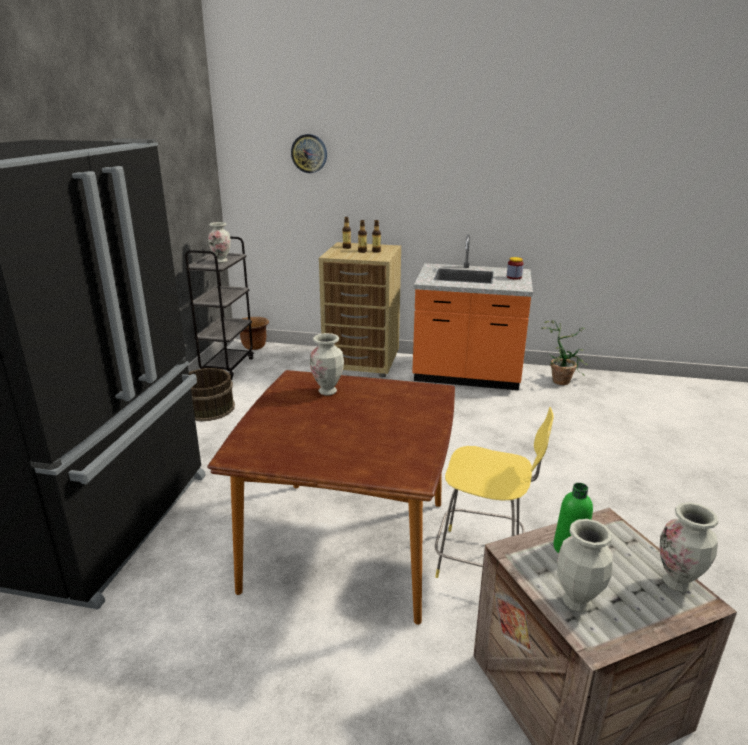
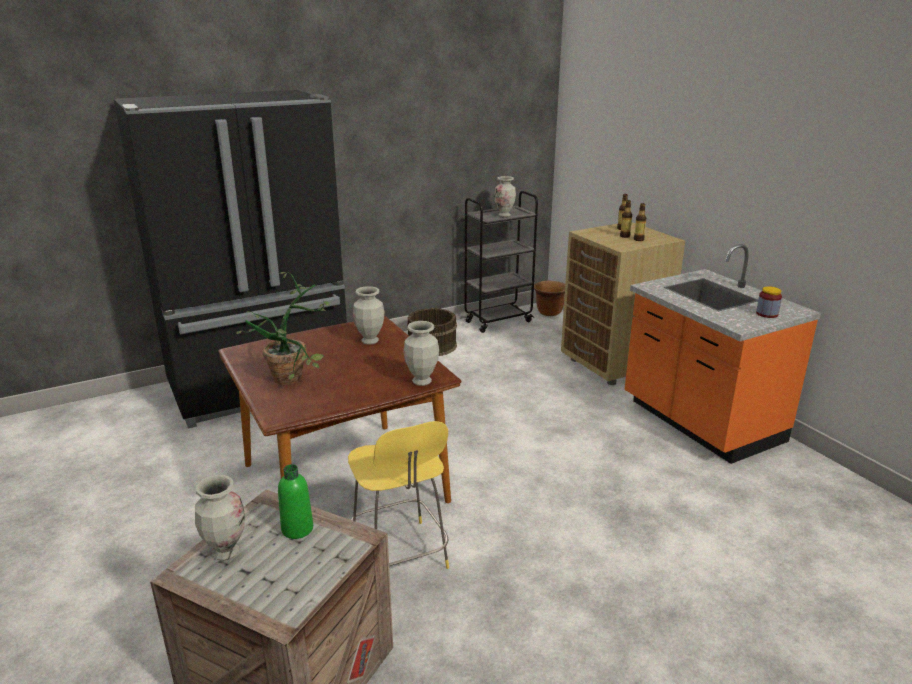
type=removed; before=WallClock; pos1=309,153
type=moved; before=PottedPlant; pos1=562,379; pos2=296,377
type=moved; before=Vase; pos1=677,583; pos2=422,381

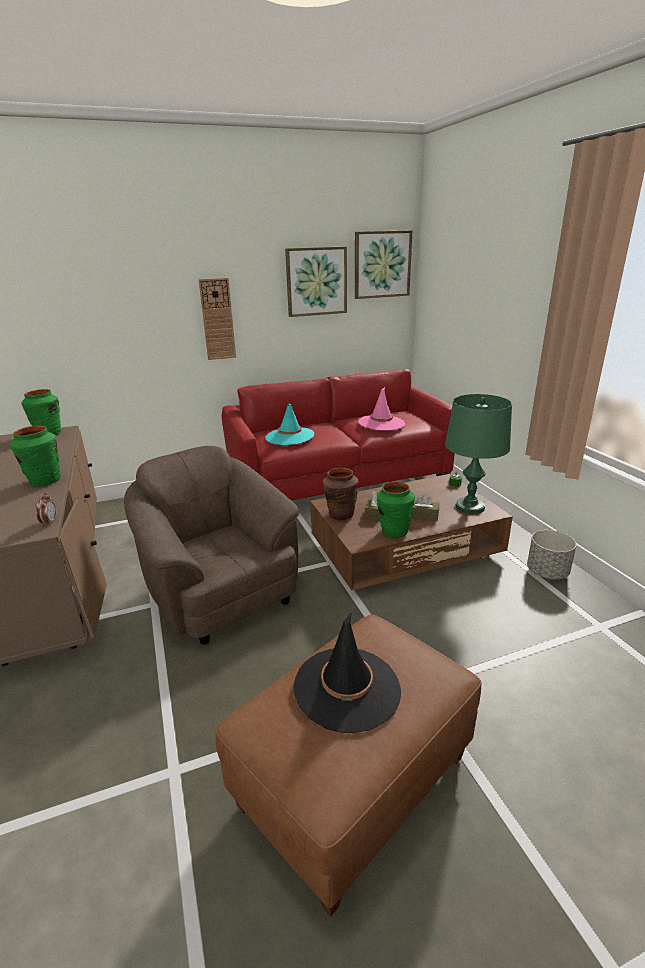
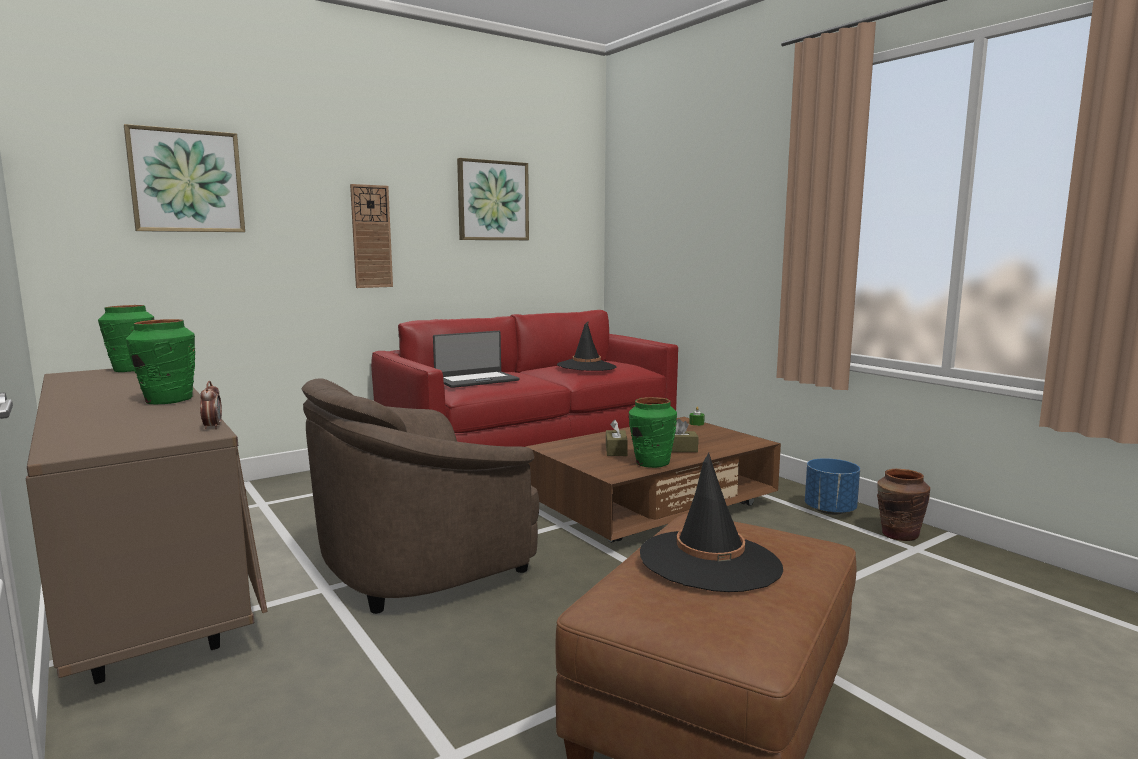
type=removed; before=GreenTableLamp; pos1=470,507
type=moved; before=BrownVase; pos1=341,515; pos2=899,535
type=moved; before=Picture; pos1=382,264; pos2=186,181
type=replaced; before=TurquoiseHat; after=Laptop; pos1=290,436; pos2=476,380
type=recoloured; before=PinkHat; after=BlackHat; pos1=381,423; pos2=586,366
type=recoloured; before=GreyPlanter; after=BluePlanter; pos1=547,572; pos2=830,510
type=turned; before=BrownArmchair; pos1=221,593; pos2=424,568; turn=-75

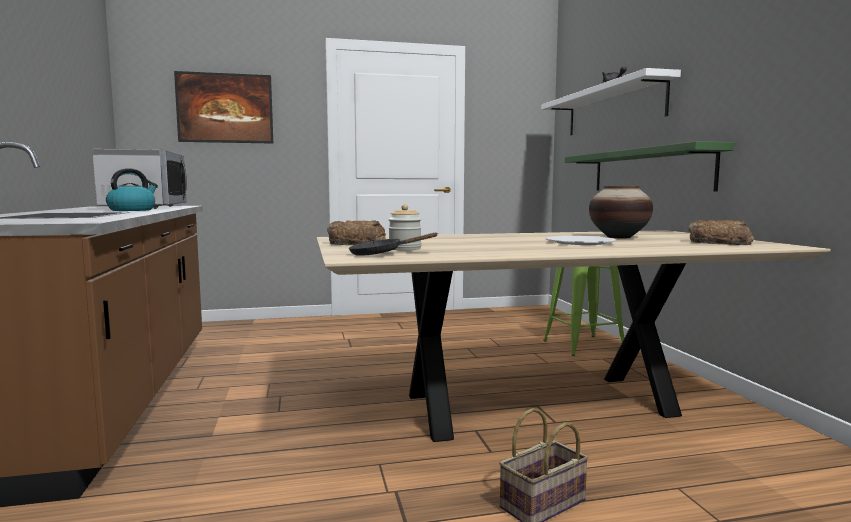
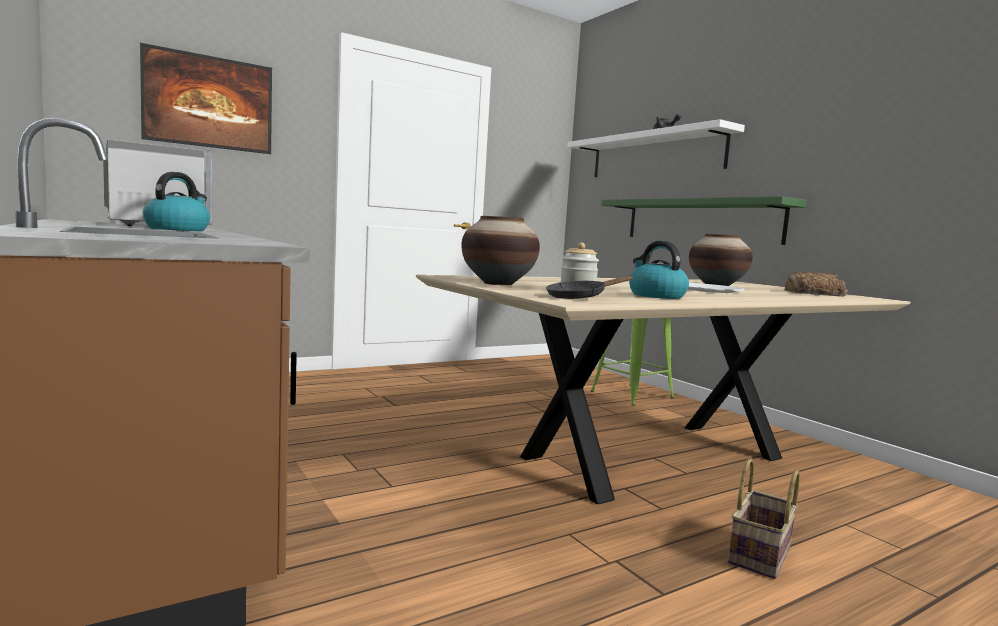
type=added; after=Kettle; pos2=656,296
type=replaced; before=Bread; after=Vase; pos1=357,243; pos2=498,284

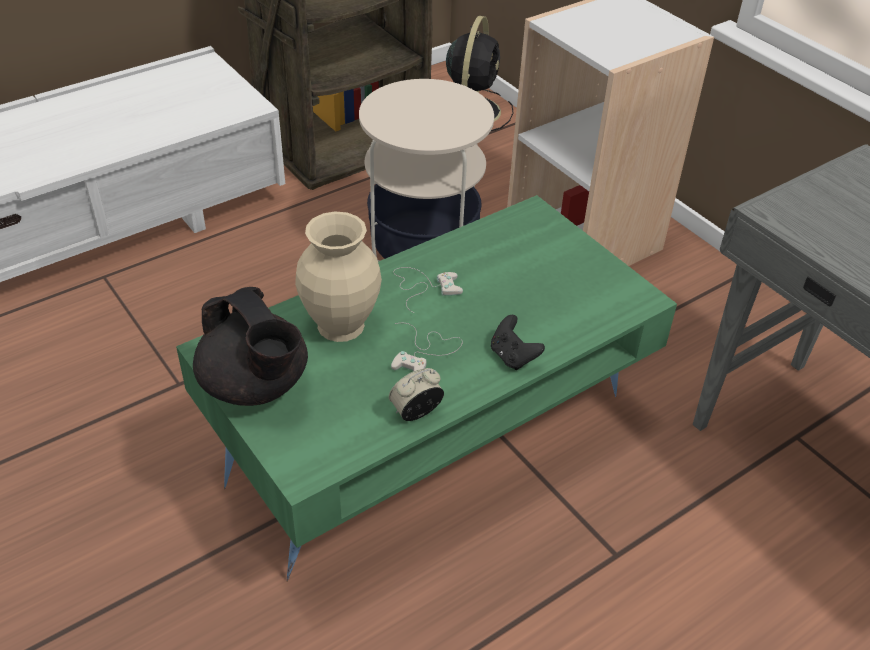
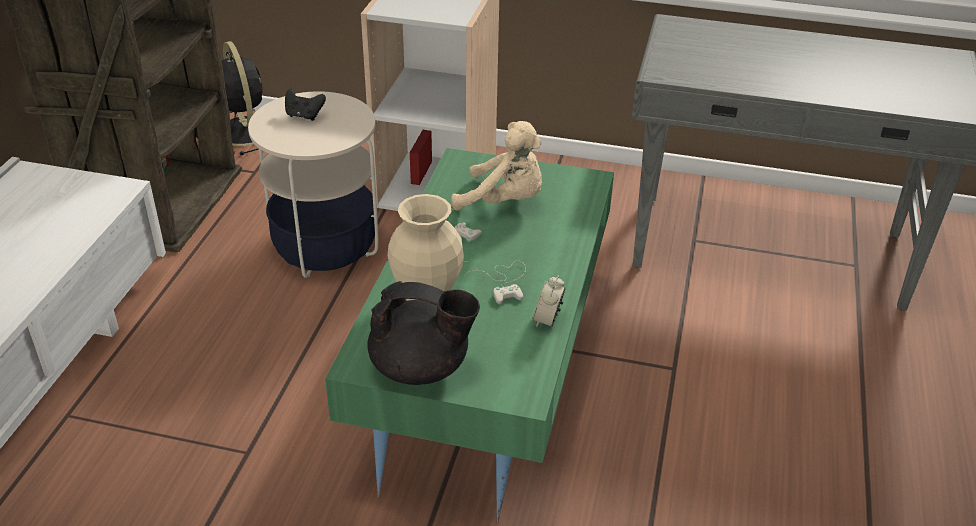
type=added; after=BeigePlushToy; pos2=504,201
type=moved; before=BlackGameController; pos1=513,356; pos2=304,116

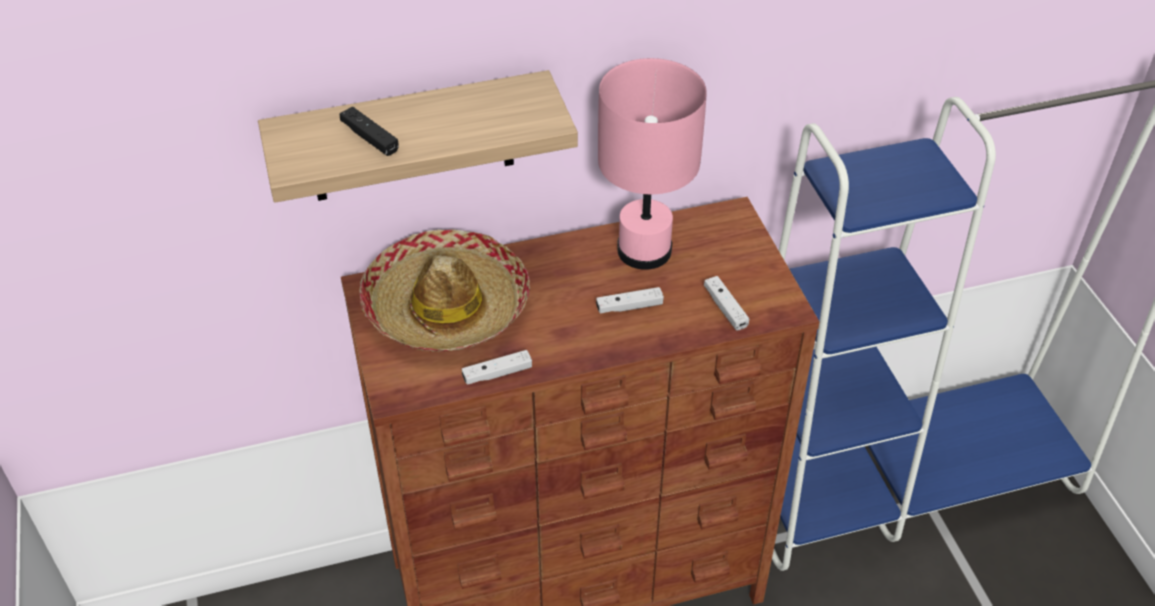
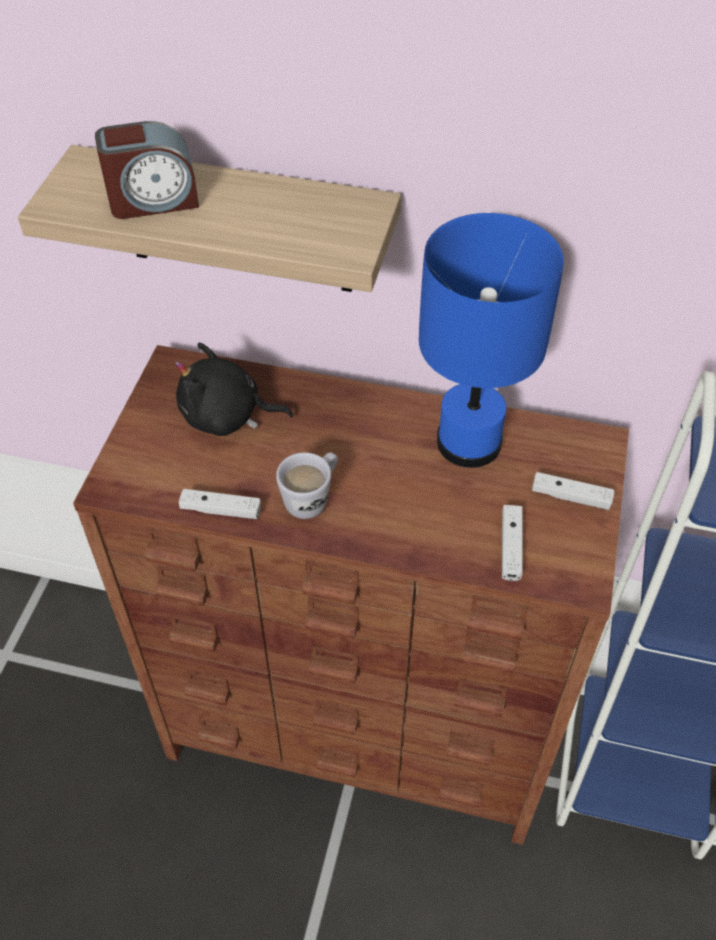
type=added; after=WhiteMug; pos2=312,498
type=moved; before=WhiteGameController; pos1=629,307; pos2=571,497
type=replaced; before=BlackGameController; after=AlarmClock; pos1=370,138; pos2=153,200
type=replaced; before=Hat; after=BlackPlushToy; pos1=446,306; pos2=227,417
type=recoloured; before=PinkTableLamp; after=BlueTableLamp; pos1=643,250; pos2=469,441

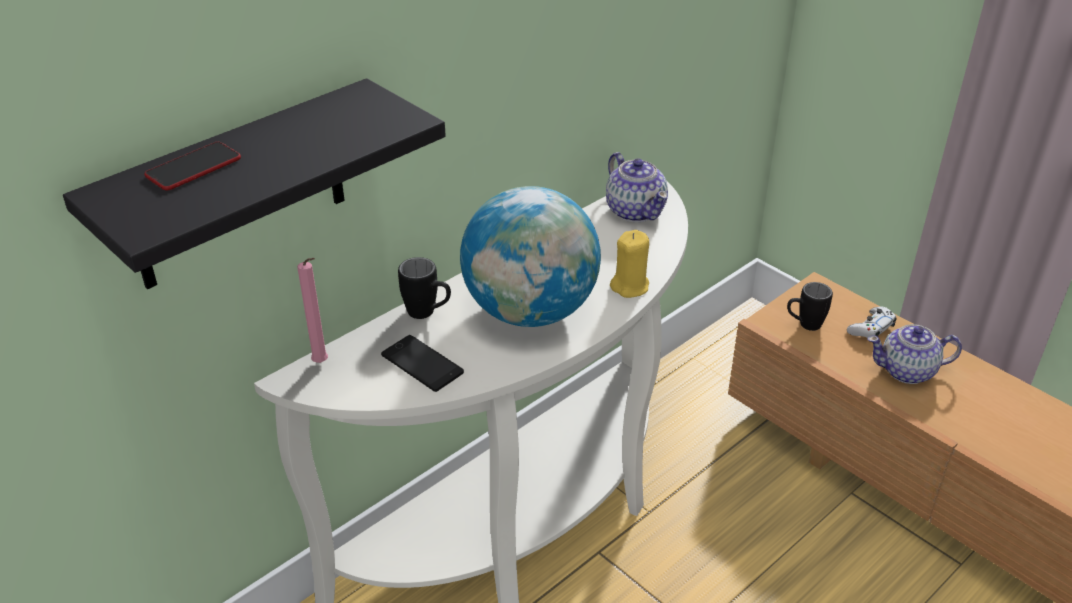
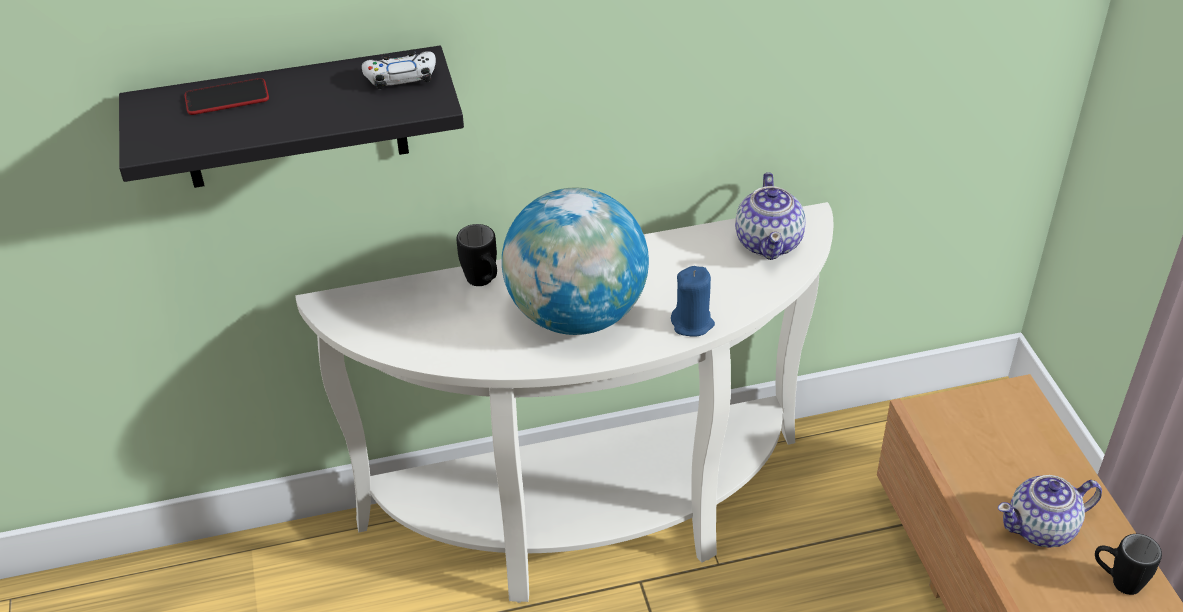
type=removed; before=PinkCandle; pos1=322,363
type=removed; before=Phone; pos1=422,364
type=moved; before=BlackMug; pos1=803,325; pos2=1116,581
type=moved; before=WhiteGameController; pos1=871,328; pos2=401,77
type=recoloured; before=YellowCandle; after=BlueCandle; pos1=630,286; pos2=692,323
type=turned; before=Teapot; pos1=907,371; pos2=1042,528; turn=-45

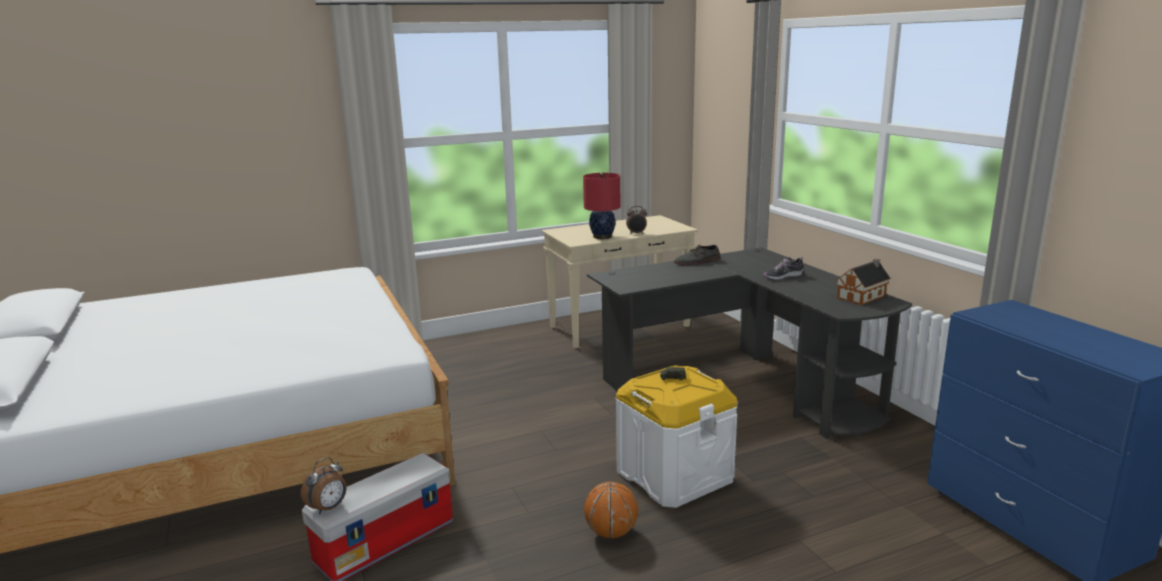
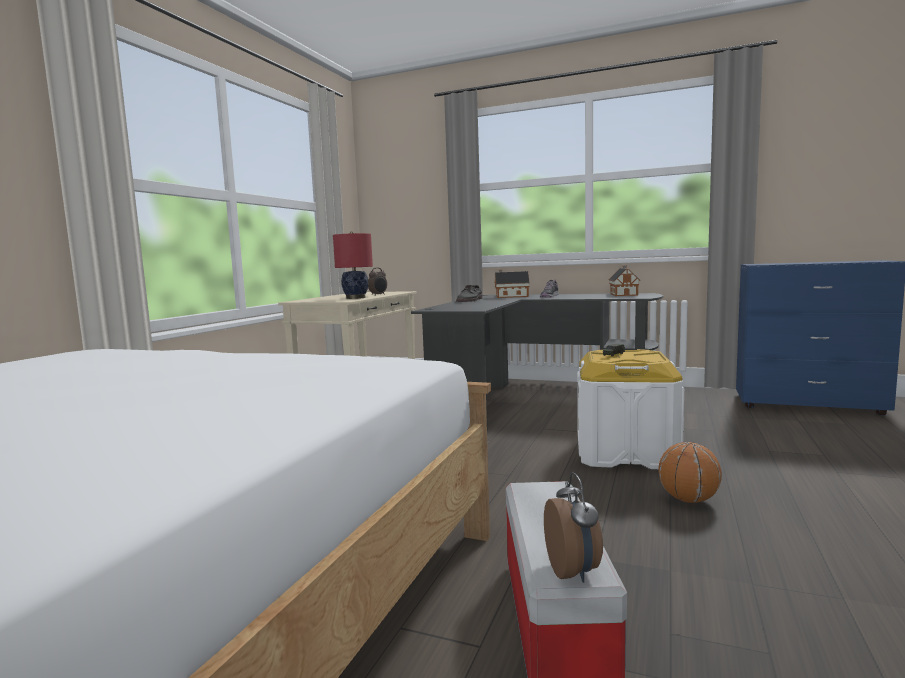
type=added; after=ToyHouse; pos2=510,296

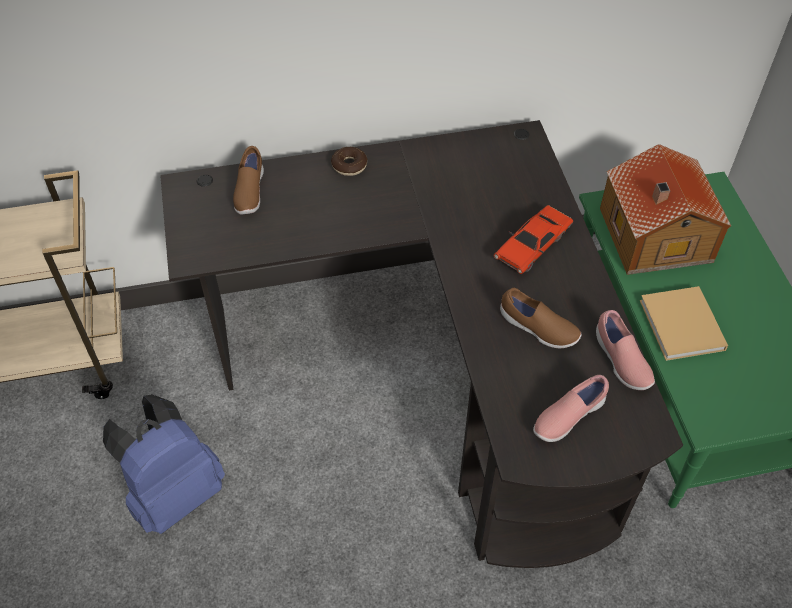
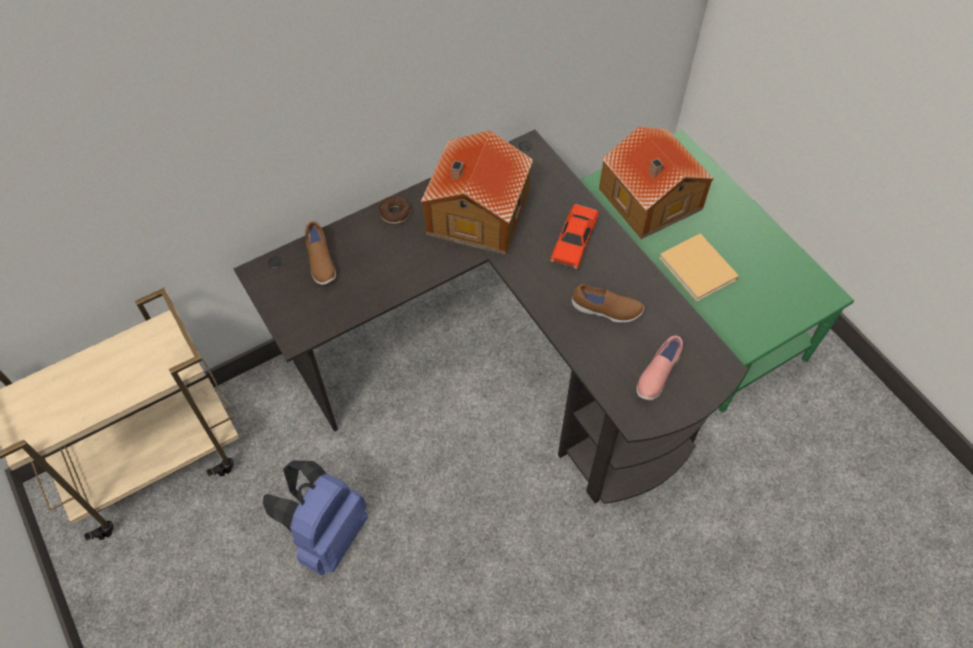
type=removed; before=PinkShoe; pos1=620,361
type=added; after=ToyHouse; pos2=475,214

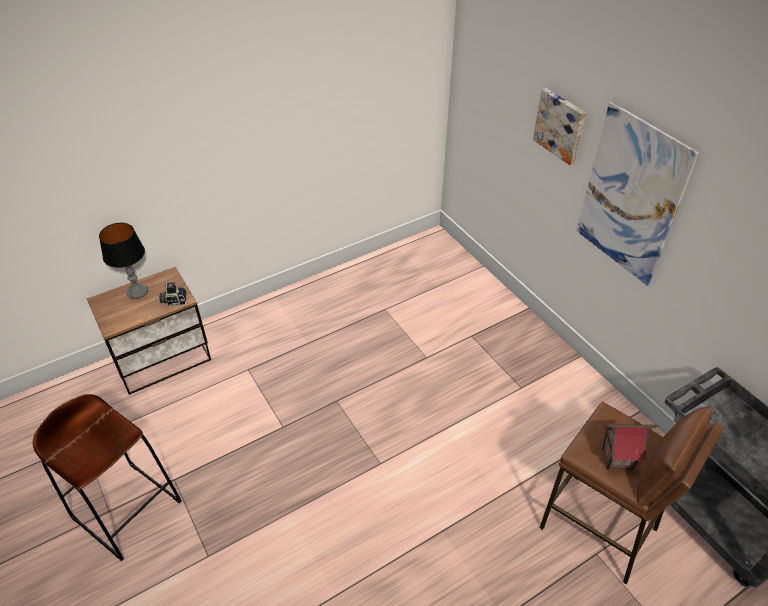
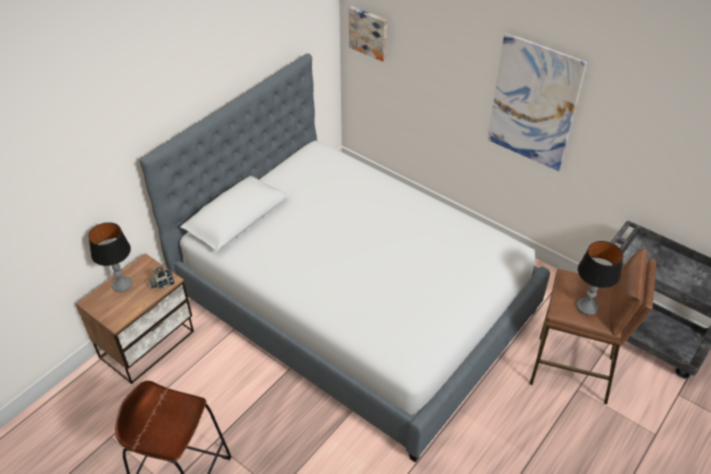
type=added; after=Bed; pos2=355,303
type=moved; before=Picture; pos1=560,125; pos2=369,32
type=replaced; before=ToyHouse; after=TableLamp; pos1=616,458; pos2=586,307

